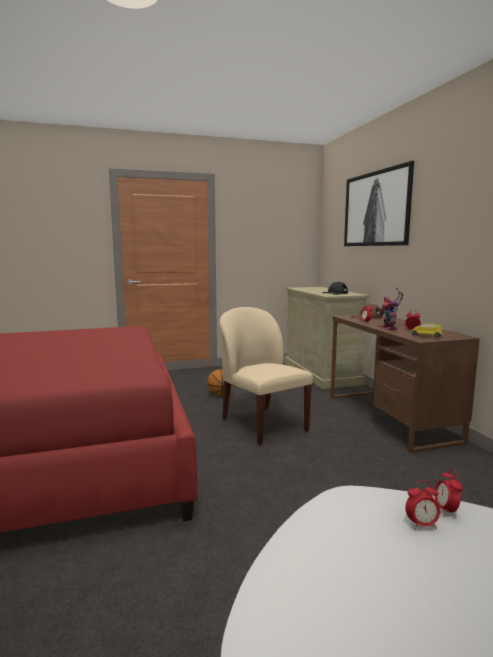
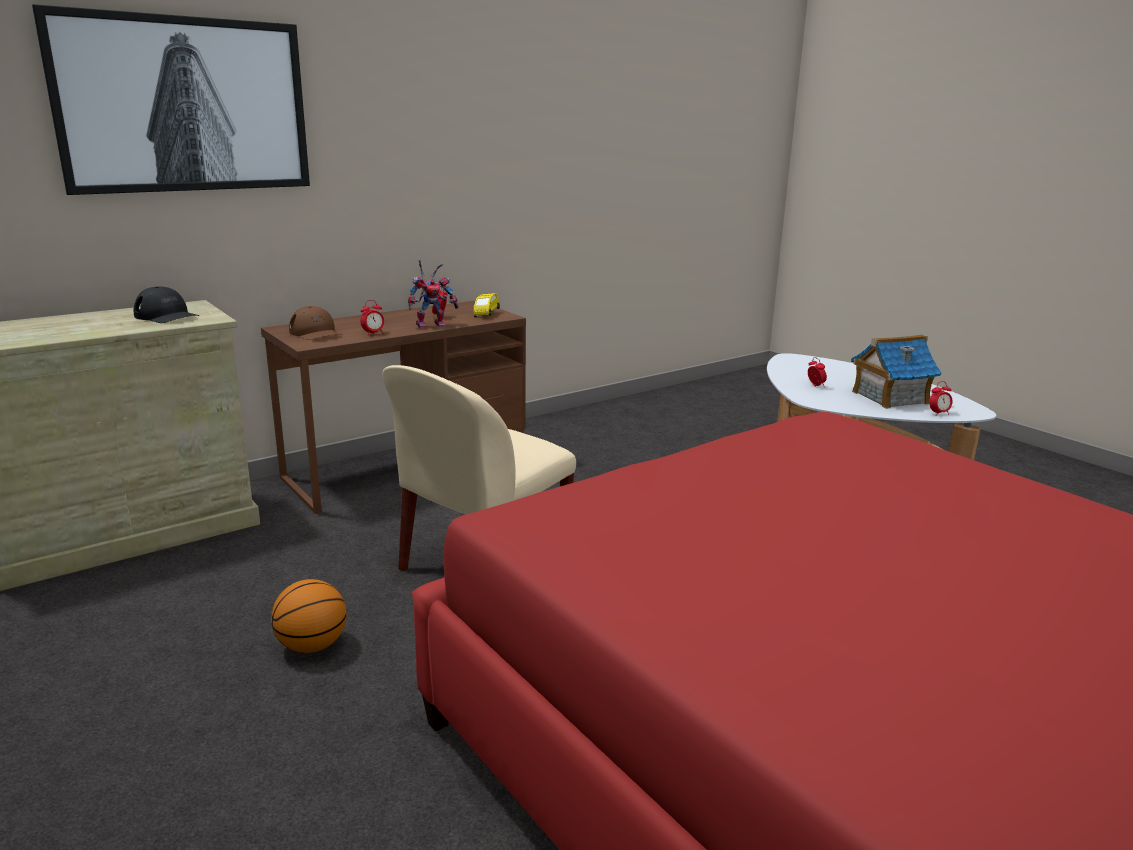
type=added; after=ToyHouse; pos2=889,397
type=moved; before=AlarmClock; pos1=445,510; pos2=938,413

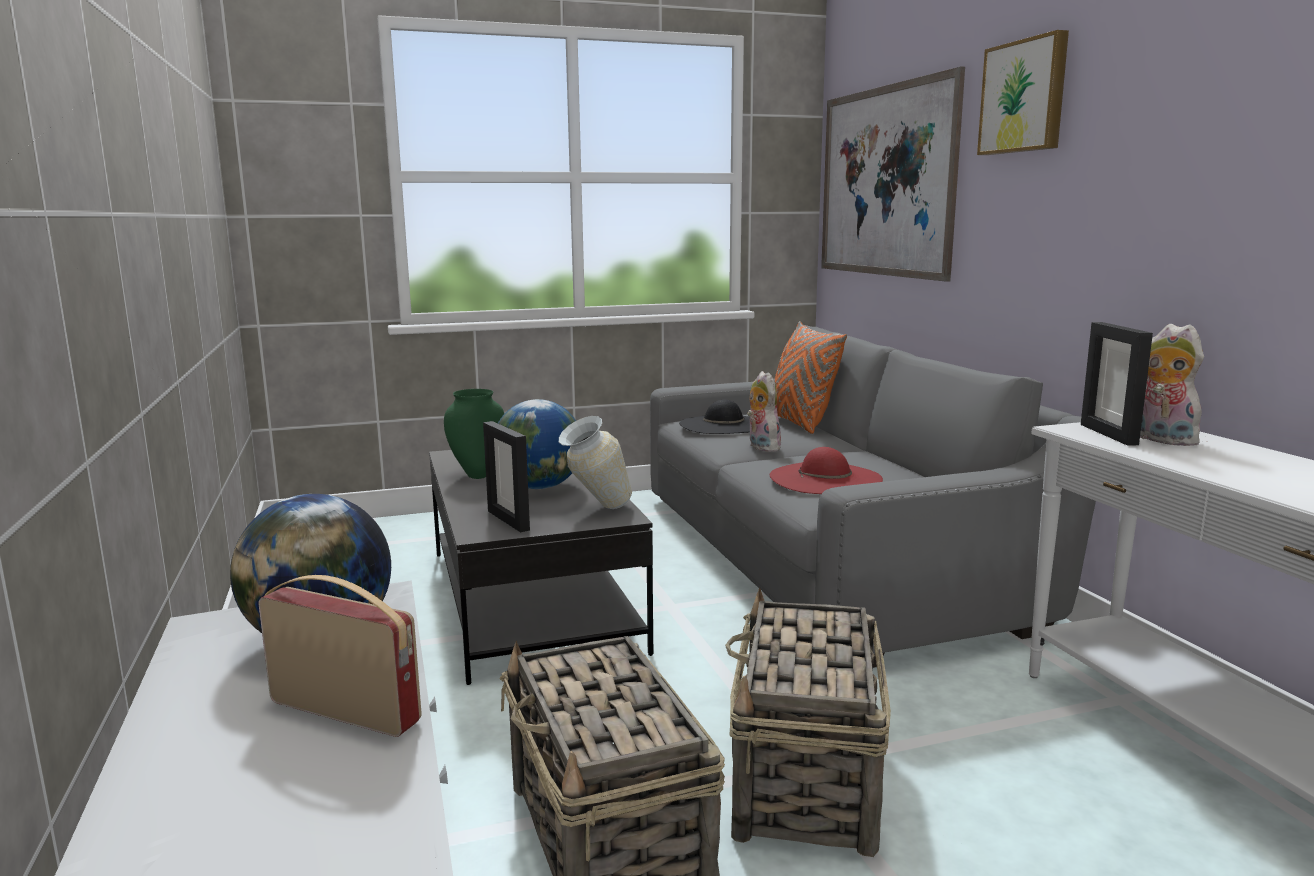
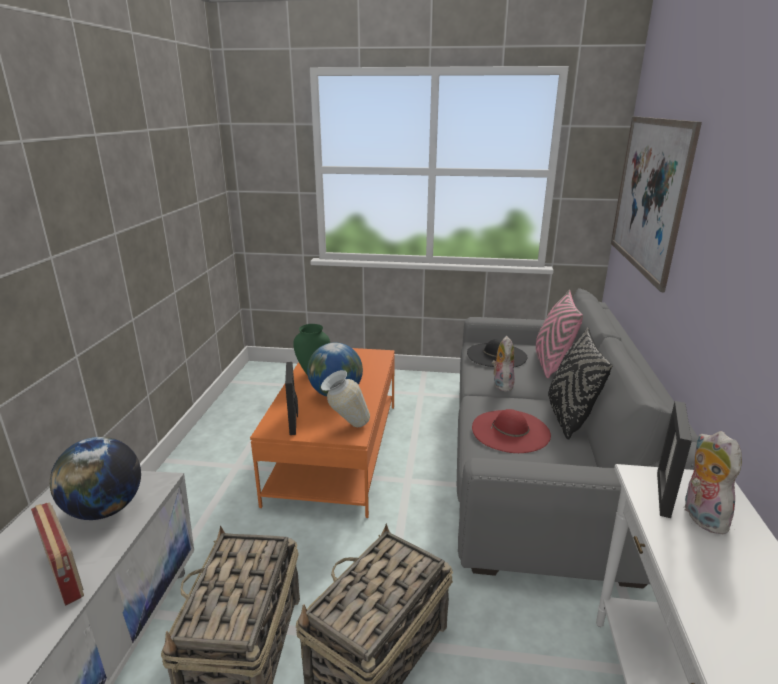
type=removed; before=Picture; pos1=1025,97
type=added; after=BlackPillow; pos2=569,417
type=recoloured; before=BlackCoffeeTable; after=OrangeCoffeeTable; pos1=531,599; pos2=336,451
type=recoloured; before=OrangePillow; after=PinkPillow; pos1=800,423; pos2=551,363

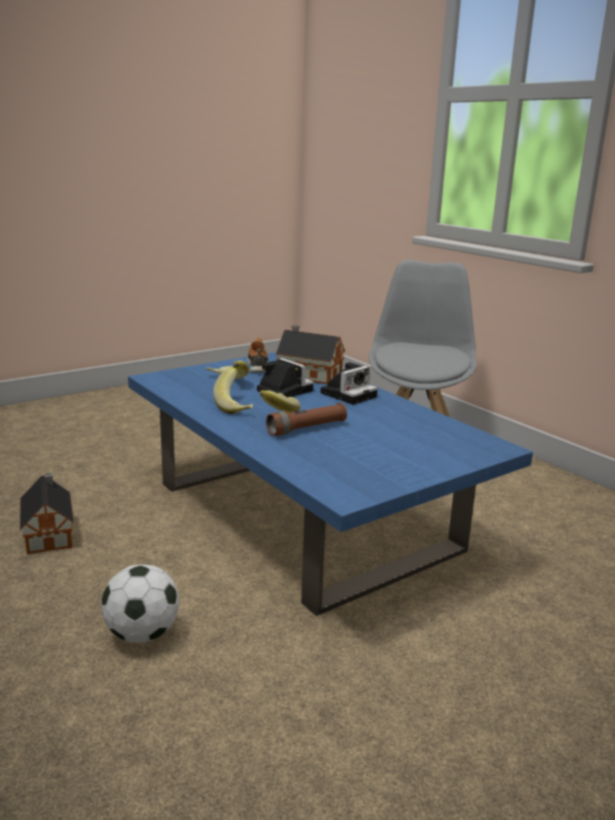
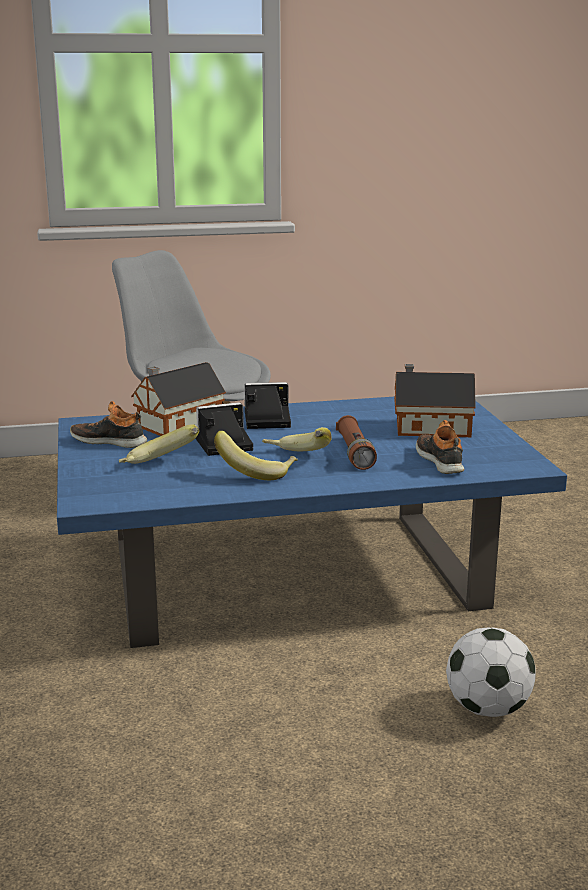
type=added; after=Shoe; pos2=440,461
type=moved; before=ToyHouse; pos1=49,533; pos2=429,428
type=turned; before=PhotoCamera; pos1=349,394; pos2=264,420; turn=-75

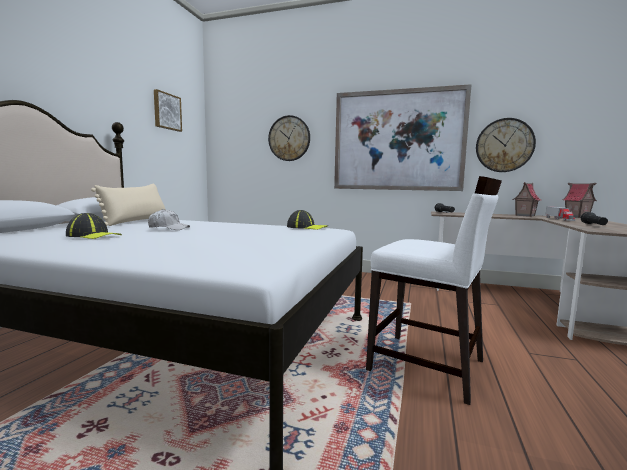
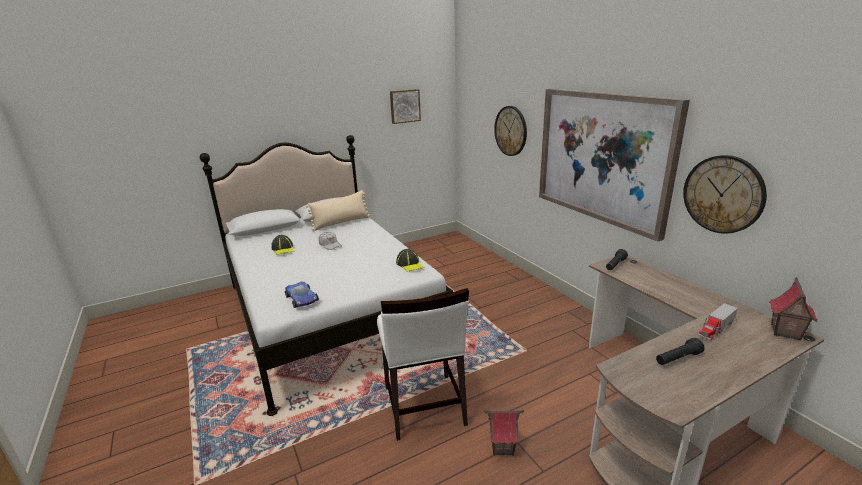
type=added; after=ToyCar; pos2=302,299
type=moved; before=ToyHouse; pos1=524,215; pos2=502,447

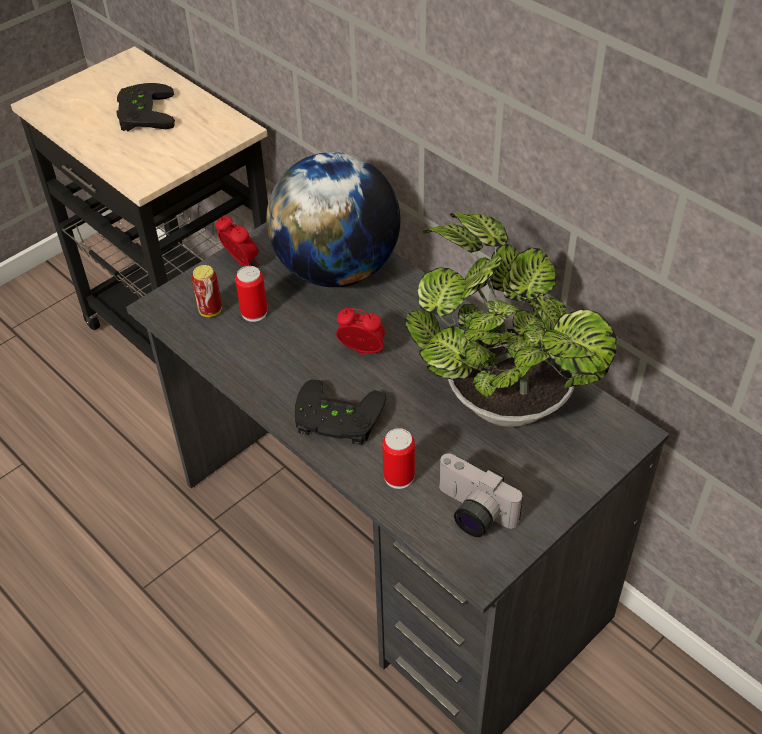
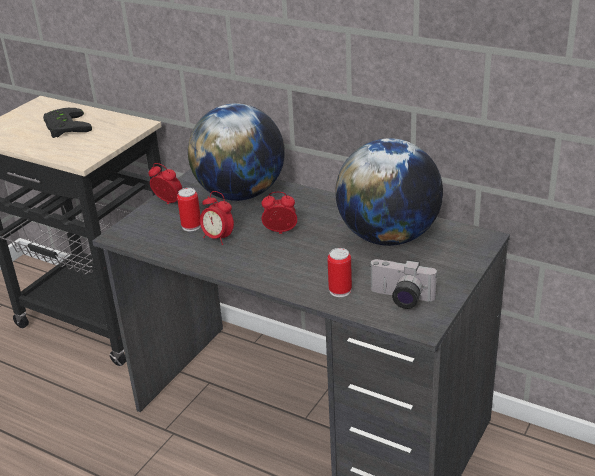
type=removed; before=Can; pos1=210,310
type=removed; before=BlackGameController; pos1=336,420
type=added; after=AlarmClock; pos2=218,238
type=replaced; before=PottedPlant; after=Globe; pos1=500,397; pos2=388,237

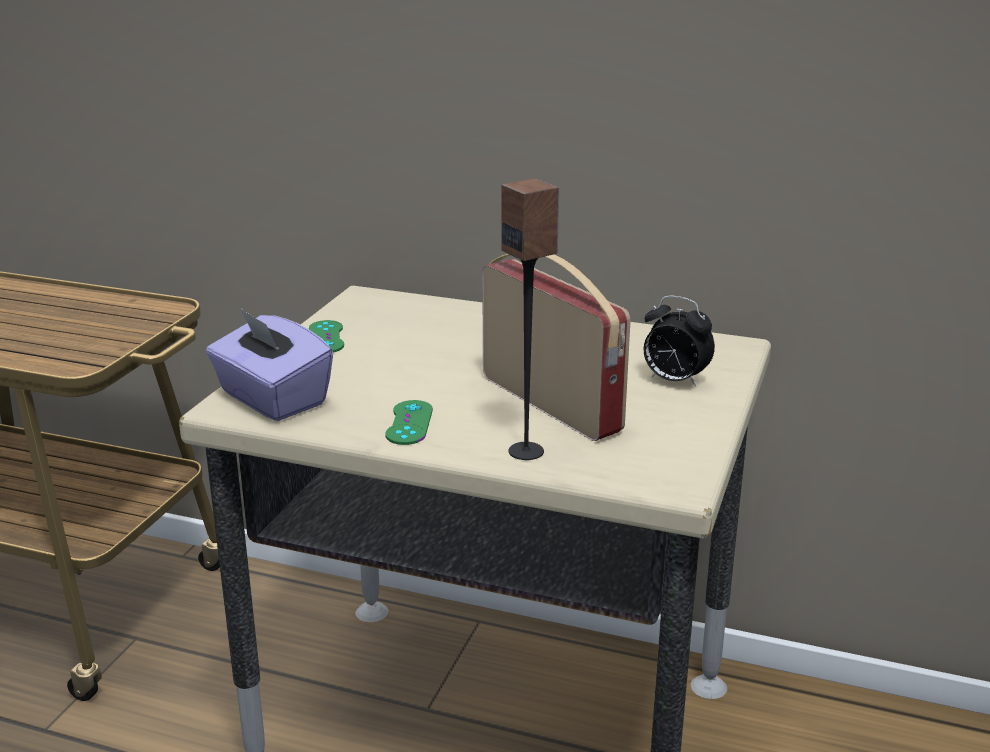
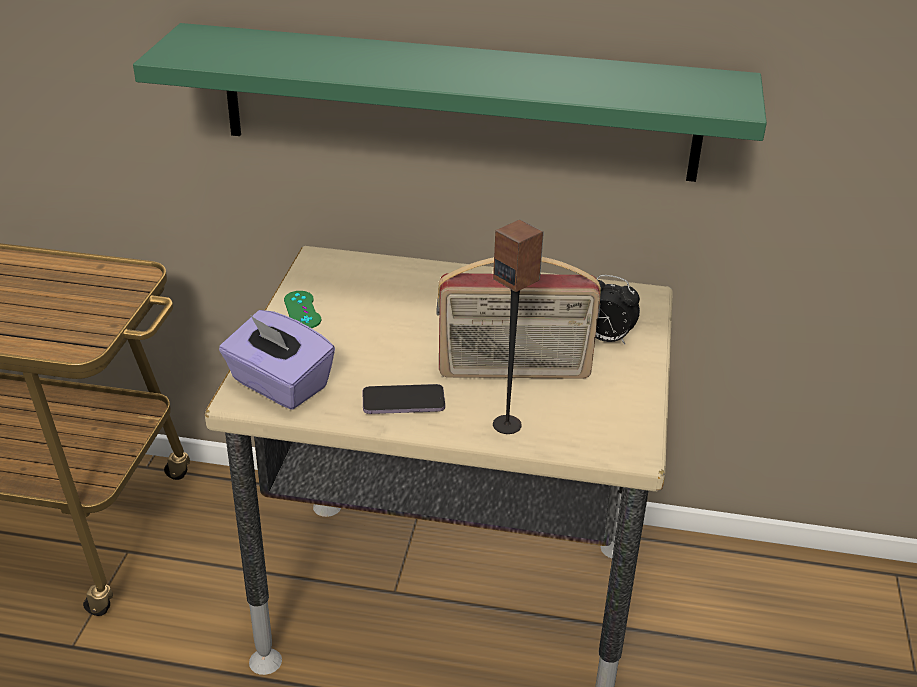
type=added; after=GreenShelf; pos2=458,103
type=replaced; before=GreenGameController; after=Phone; pos1=409,423; pos2=403,402
type=turned; before=Radio; pos1=552,403; pos2=514,371; turn=135

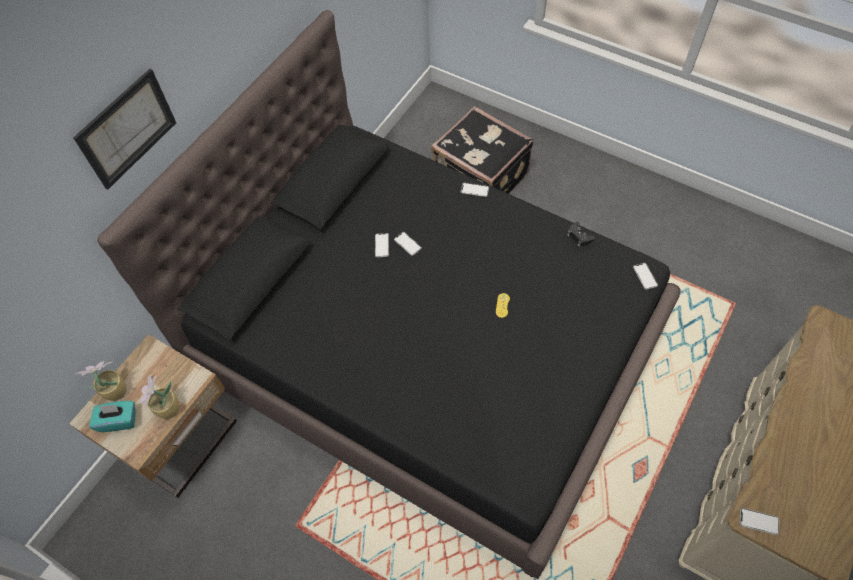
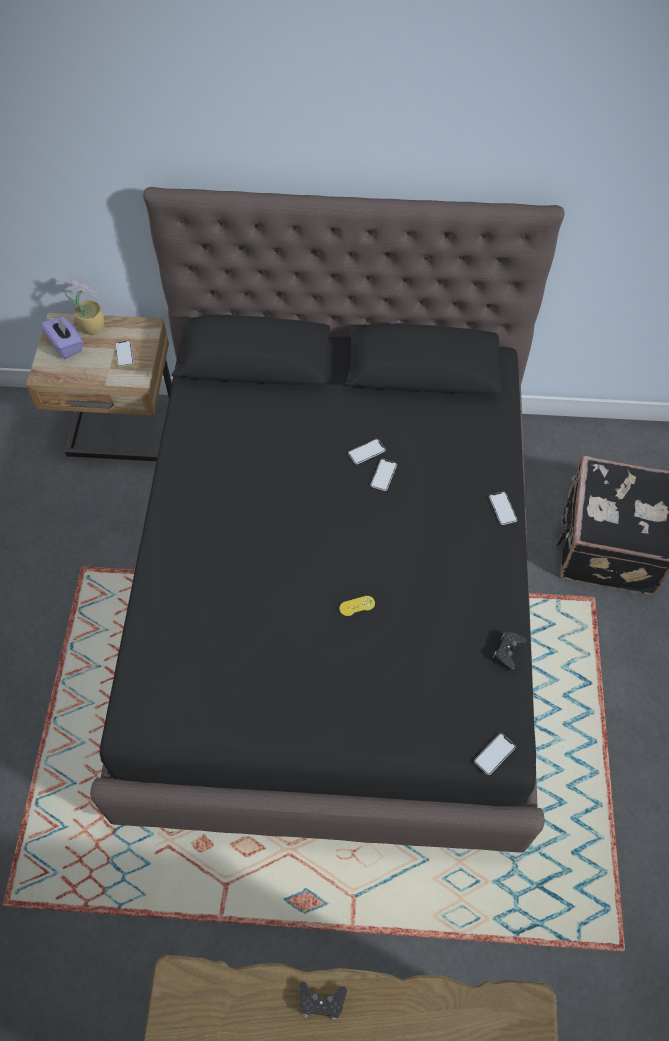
type=removed; before=Picture; pos1=127,129
type=removed; before=PottedPlant; pos1=168,410
type=added; after=BlackGameController; pos2=322,1001
type=moved; before=Phone; pos1=758,521; pos2=124,354
type=recoloured; before=TurquoiseTissueBox; after=PurpleTissueBox; pos1=119,420; pos2=66,345

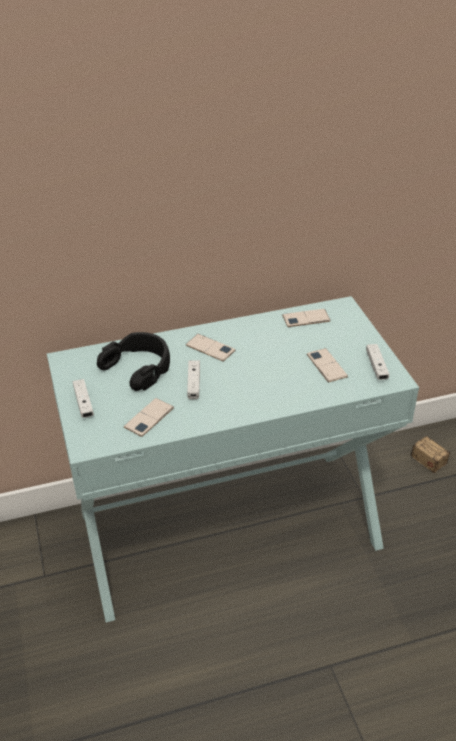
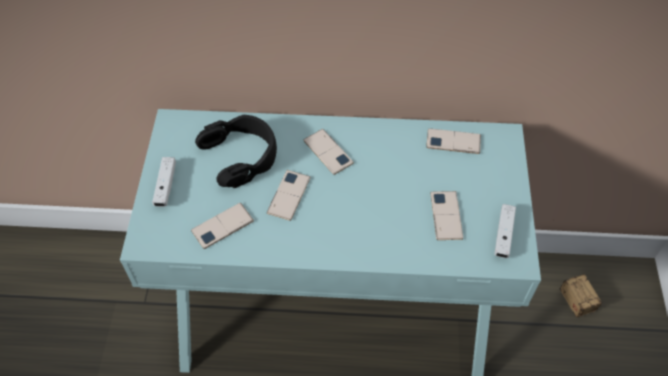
type=replaced; before=WhiteGameController; after=Phone; pos1=193,383; pos2=288,195

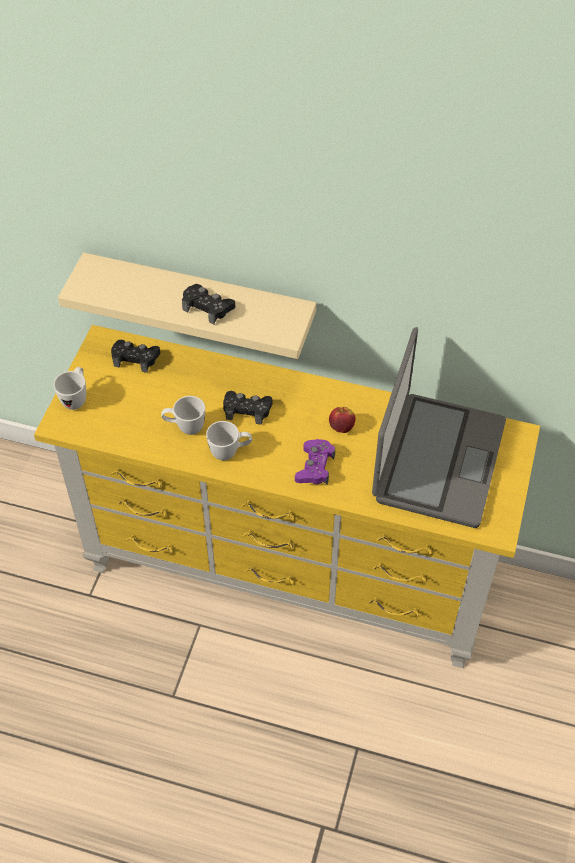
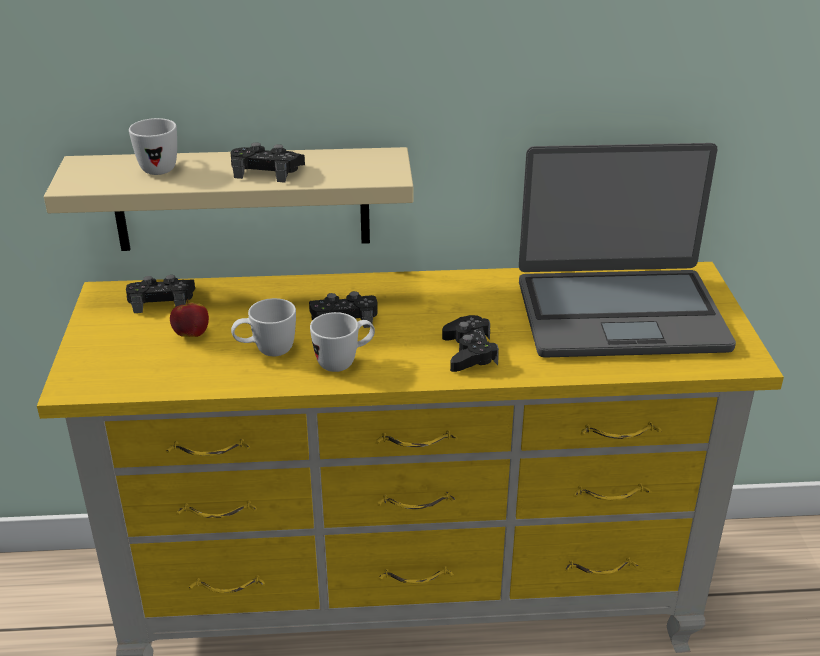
type=moved; before=WhiteMug; pos1=76,398; pos2=159,167
type=moved; before=Apple; pos1=341,427; pos2=191,335
type=recoloured; before=PurpleGameController; after=BlackGameController; pos1=315,467; pos2=469,352
type=turned; before=Laptop; pos1=437,460; pos2=619,314; turn=90

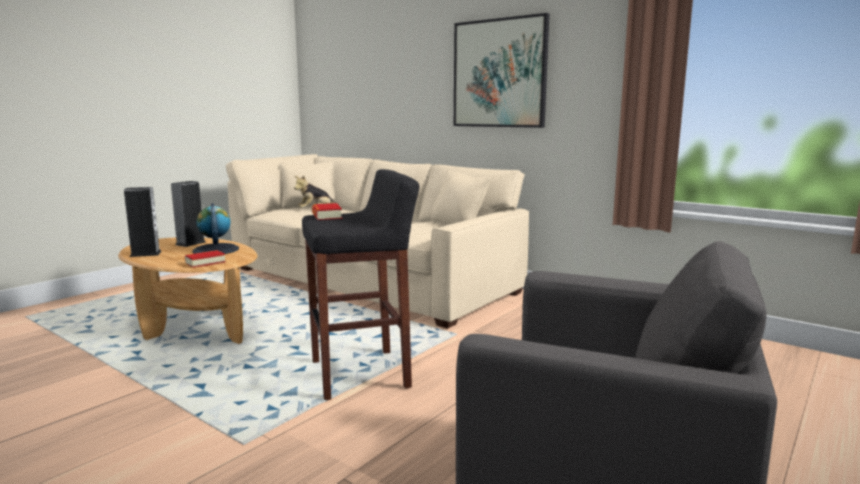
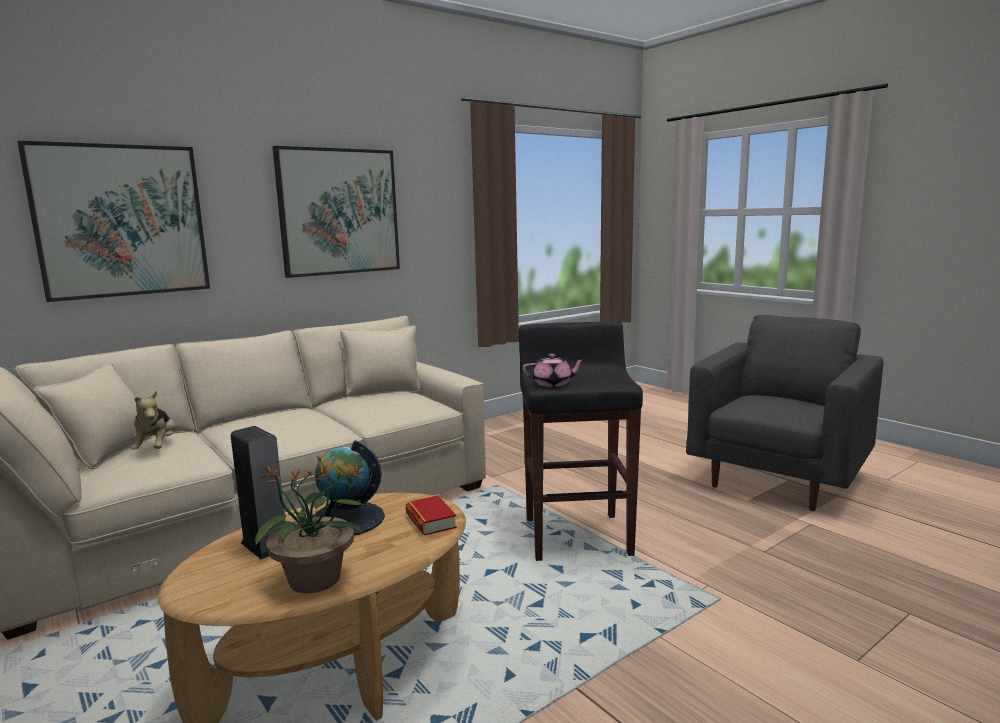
type=added; after=Picture; pos2=121,221
type=replaced; before=Speaker; after=PottedPlant; pos1=145,254; pos2=316,580
type=replaced; before=Book; after=PinkTeapot; pos1=326,216; pos2=553,384

